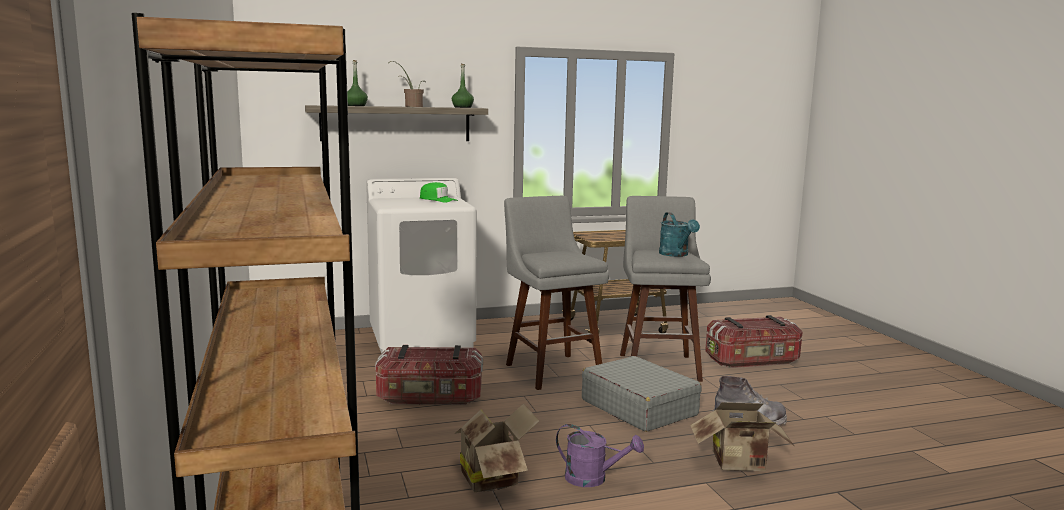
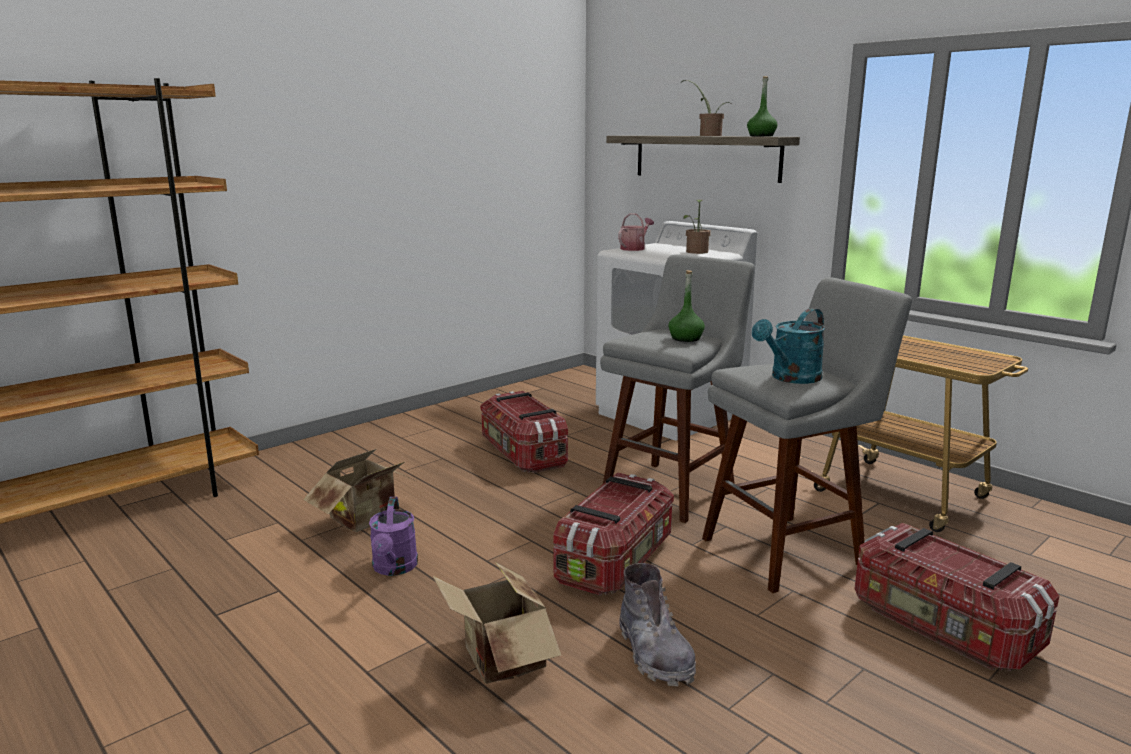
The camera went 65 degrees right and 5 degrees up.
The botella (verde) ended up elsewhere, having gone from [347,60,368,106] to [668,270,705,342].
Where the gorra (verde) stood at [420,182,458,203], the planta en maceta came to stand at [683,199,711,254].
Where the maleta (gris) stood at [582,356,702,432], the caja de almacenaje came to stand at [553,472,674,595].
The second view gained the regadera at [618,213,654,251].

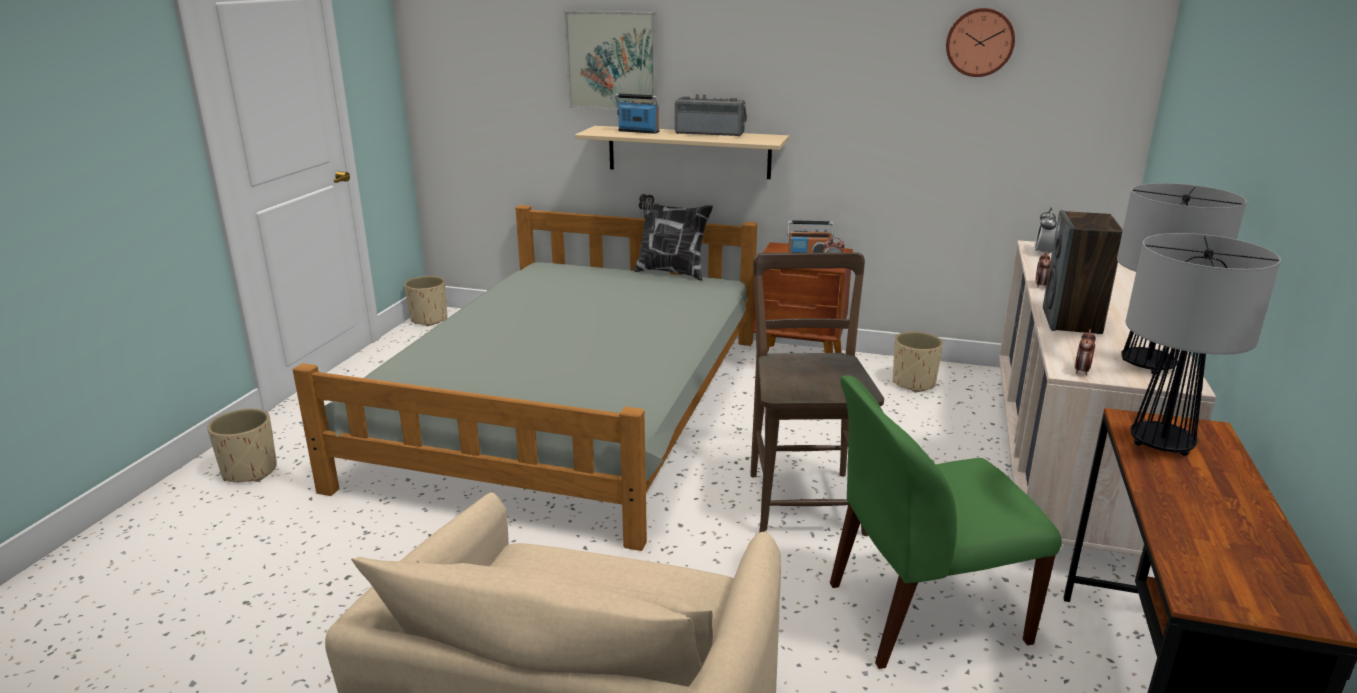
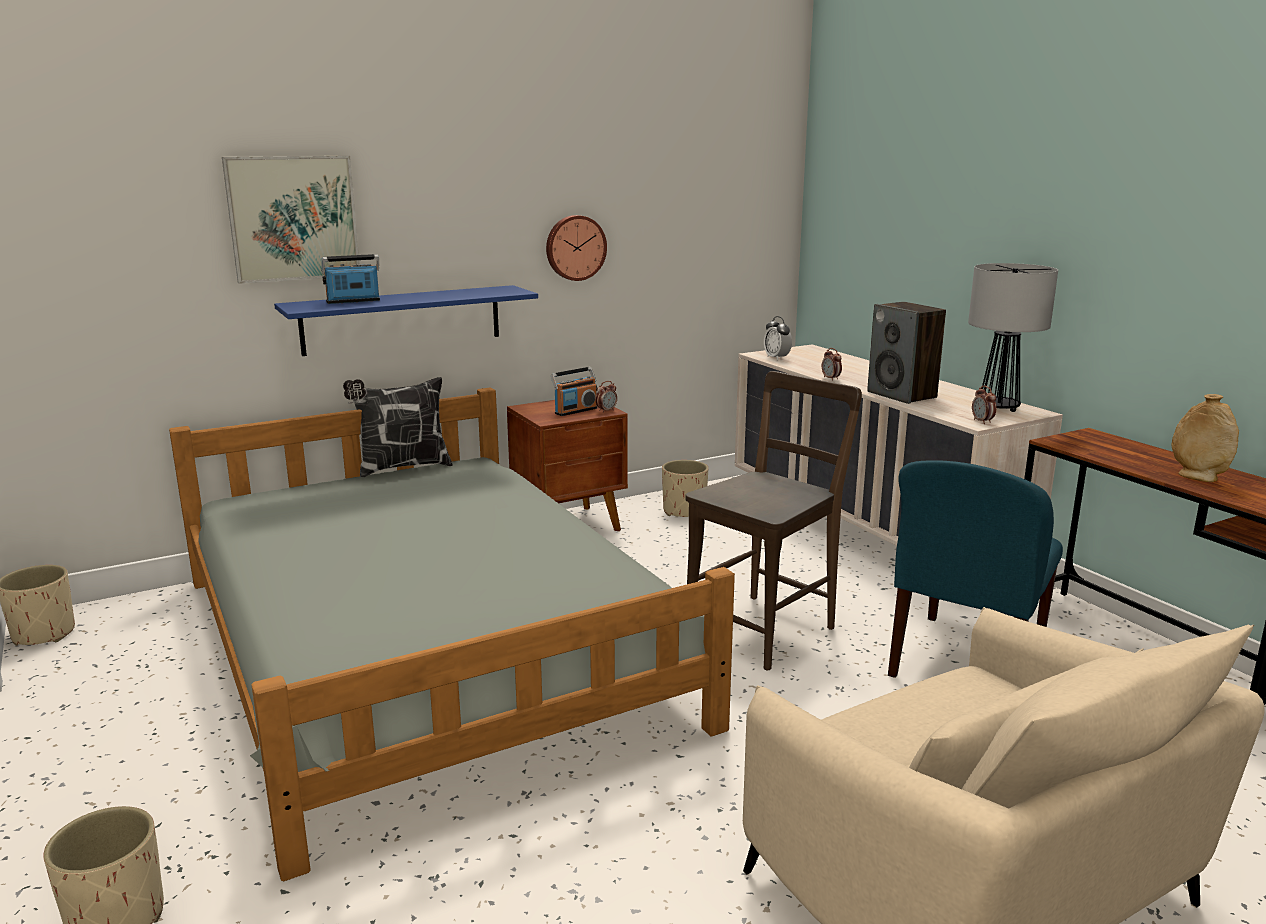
The camera went 45 degrees left and 5 degrees down.
What was the estante (beis) at [575,126,789,179] turned into the estante (azul) at [274,285,538,356].
The second view lost the radio at [675,94,747,137].
The silla (marrón) at [750,252,884,536] ended up facing another way, 90 degrees clockwise from before.
What was the silla (verde) at [830,375,1062,669] turned into the silla (azul) at [888,460,1063,678].
The reloj de pared ended up elsewhere, having gone from [946,8,1015,77] to [546,215,607,281].
The second view lost the lámpara de mesa at [1125,233,1281,456].
The second view gained the florero (beis) at [1171,394,1239,482].

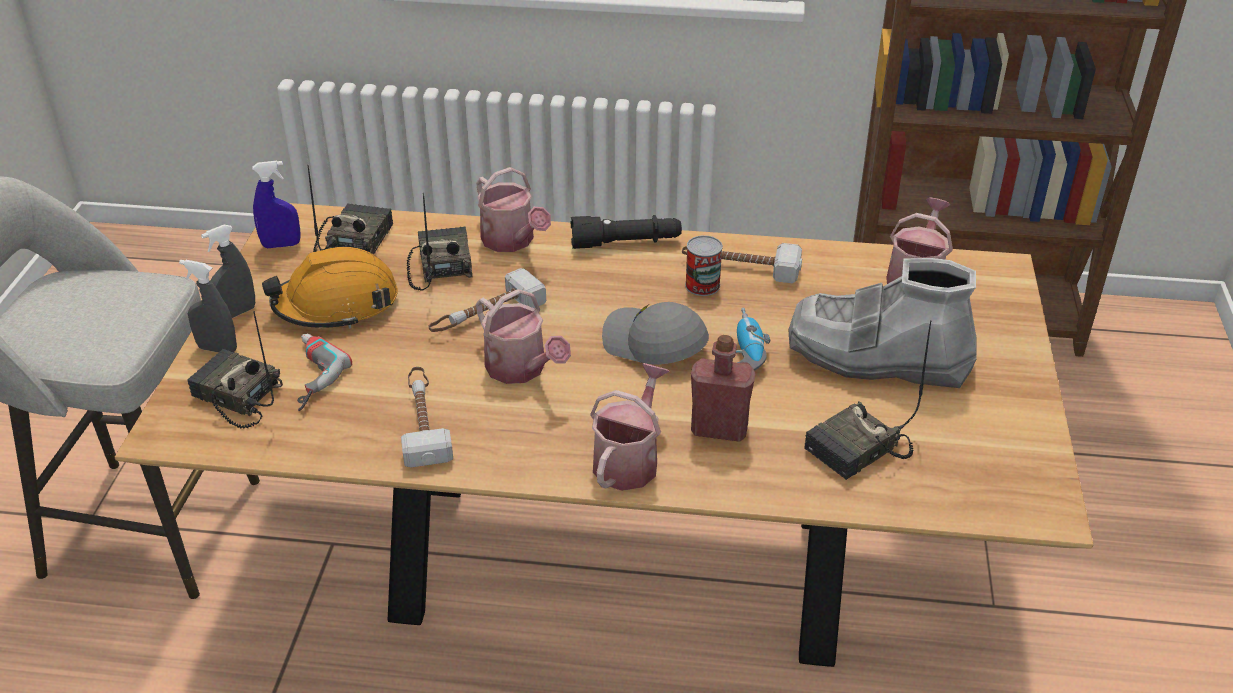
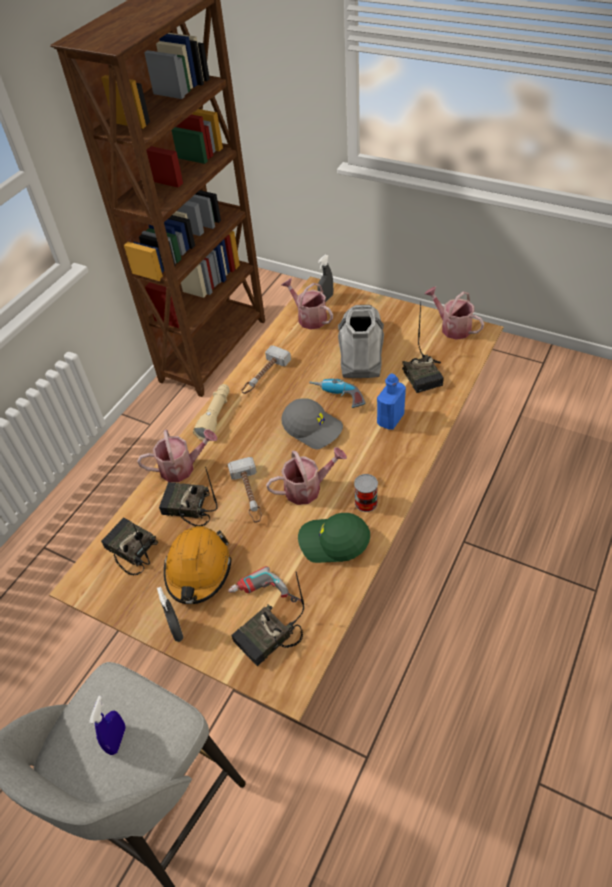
The camera went 65 degrees left and 10 degrees up.
The pulverizador (gris) ended up elsewhere, having gone from [179,260,237,352] to [317,255,333,302].
The pulverizador (azul) ended up elsewhere, having gone from [252,161,300,248] to [89,696,126,755].
Where the martillo stood at [401,367,453,468], the gorra (verde) came to stand at [298,513,370,563].
What was the linterna (negro) at [571,215,682,249] turned into the linterna (beis) at [193,384,230,440].
The regadera ended up elsewhere, having gone from [590,363,669,491] to [424,287,484,340].
The gorra (gris) at [602,302,709,364] ended up facing another way, 120 degrees counterclockwise from before.
The lata ended up elsewhere, having gone from [685,235,723,296] to [354,474,378,512].
What was the botella (rojo) at [691,335,755,442] turned into the botella (azul) at [377,373,406,430].
The bota (gris) at [788,258,977,388] ended up facing another way, 150 degrees clockwise from before.

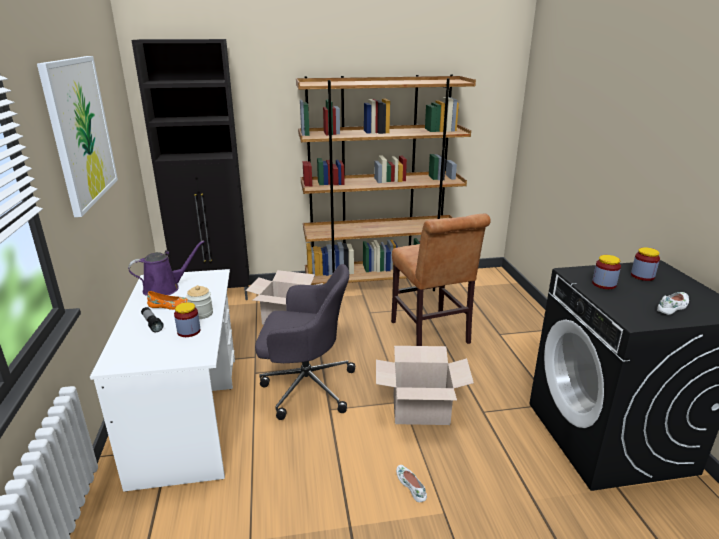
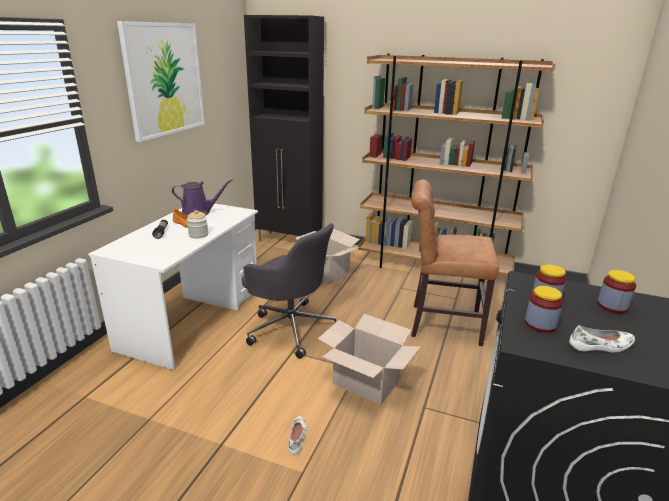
The camera went 30 degrees right and 0 degrees up.
The tarro ended up elsewhere, having gone from [174,302,201,337] to [525,286,563,333].
The silla (marrón) at [391,214,491,346] ended up facing another way, 90 degrees clockwise from before.

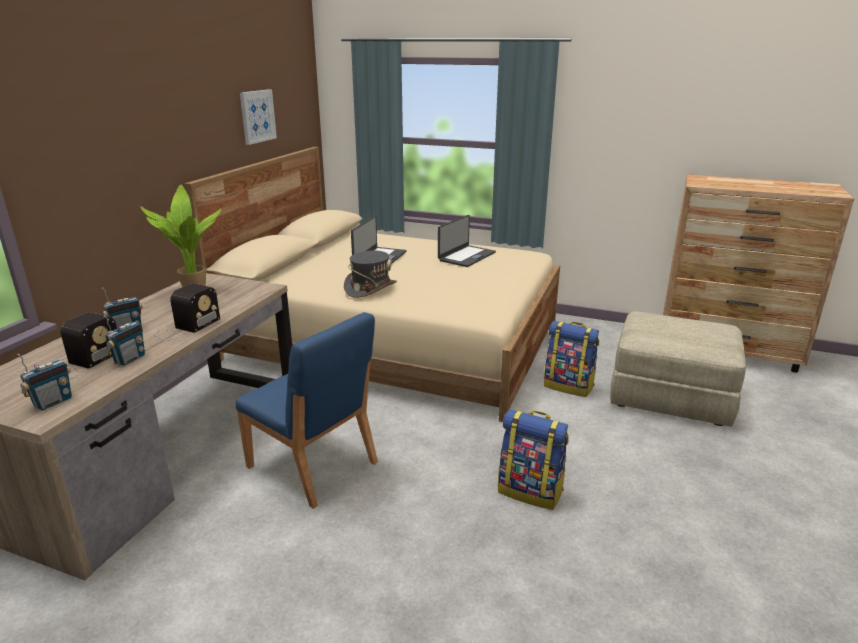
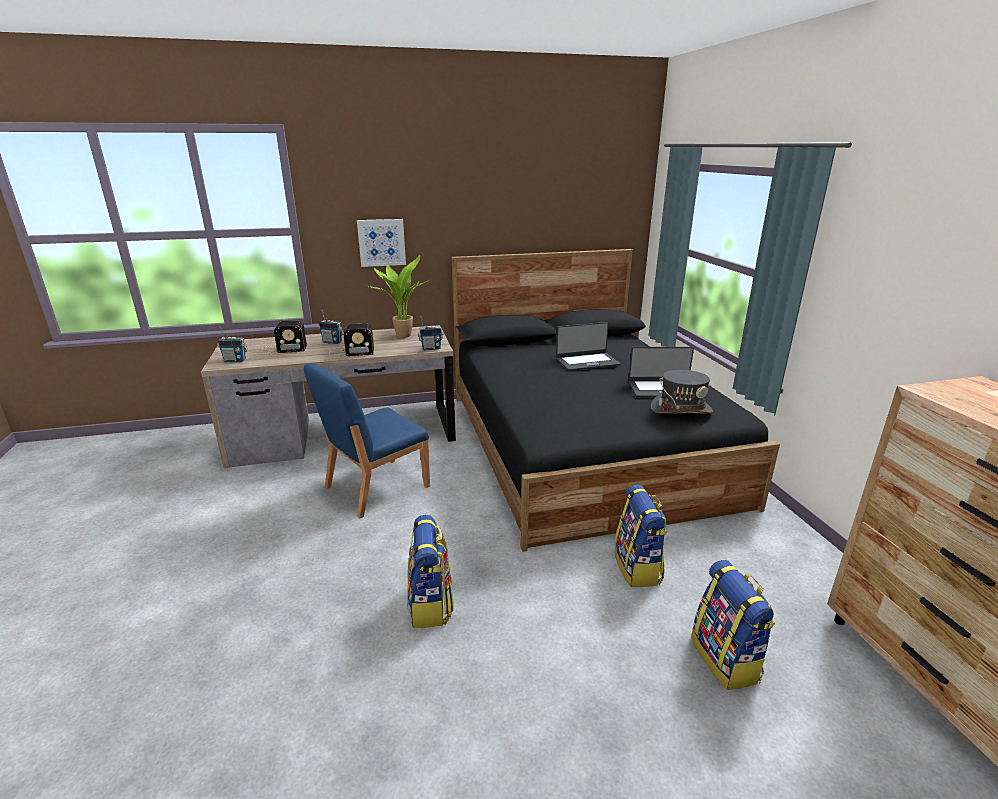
The camera went 55 degrees right and 0 degrees up.
The radio ended up elsewhere, having gone from [104,315,145,366] to [418,316,444,350].
What was the cama (beis) at [184,147,560,422] turned into the cama (negro) at [452,249,780,552].
The silla (azul) at [236,312,378,509] ended up facing another way, 45 degrees clockwise from before.
The cuadro ended up elsewhere, having gone from [240,89,277,145] to [357,219,406,267].
The sombrero (gris) ended up elsewhere, having gone from [344,250,397,298] to [650,370,714,414].
Where the puf (beis) stood at [610,312,746,427], the mochila came to stand at [691,560,775,690].

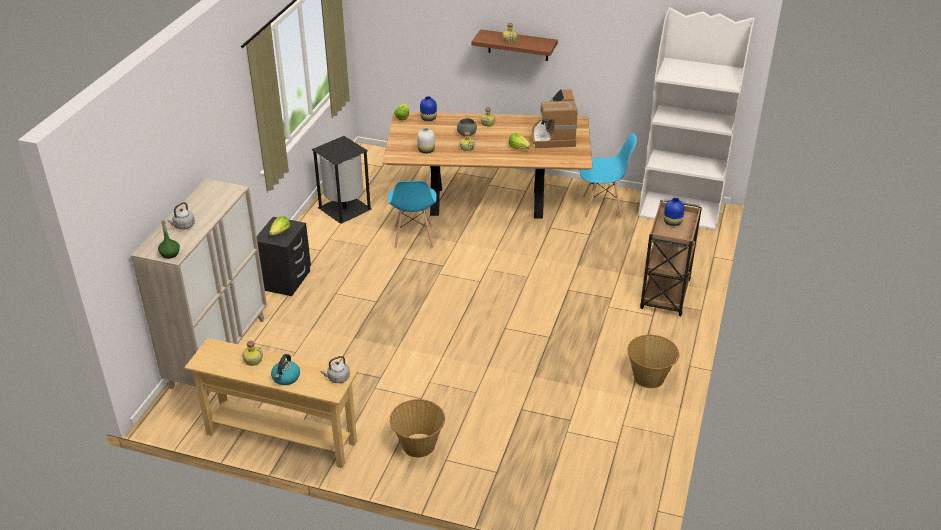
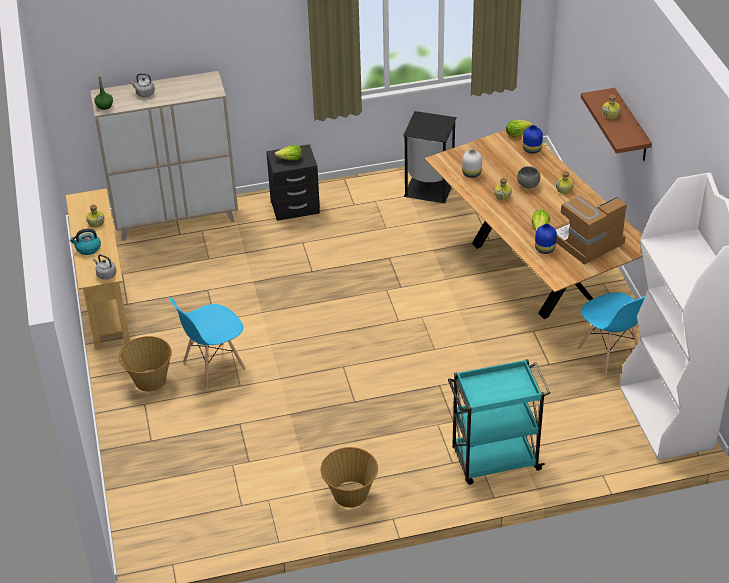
The camera went 60 degrees right and 5 degrees up.
The silla (azul) ended up elsewhere, having gone from [388,181,437,249] to [169,297,246,389].
What was the carrito (marrón) at [640,199,702,316] turned into the carrito (turquesa) at [448,359,550,485].
The florero (azul) ended up elsewhere, having gone from [664,198,685,226] to [535,224,557,254].

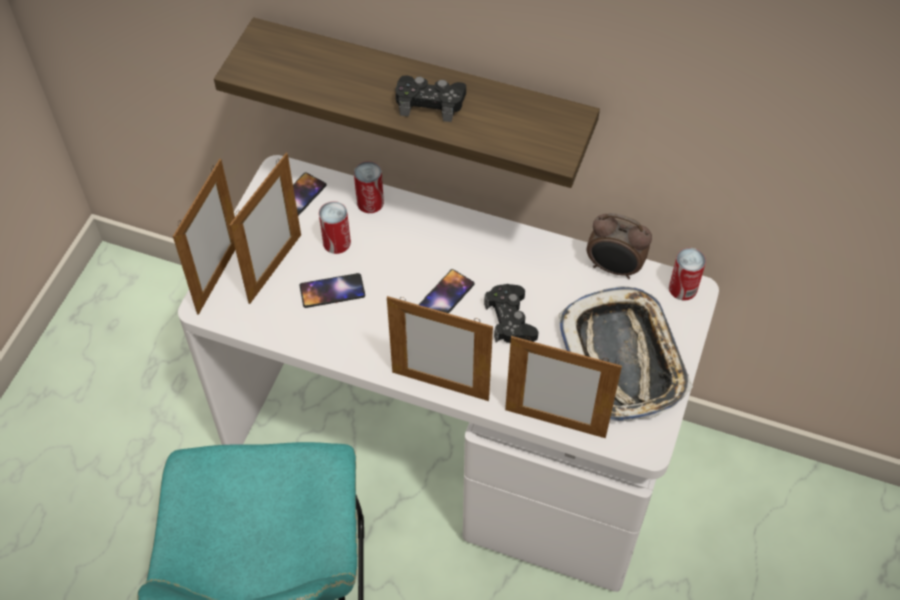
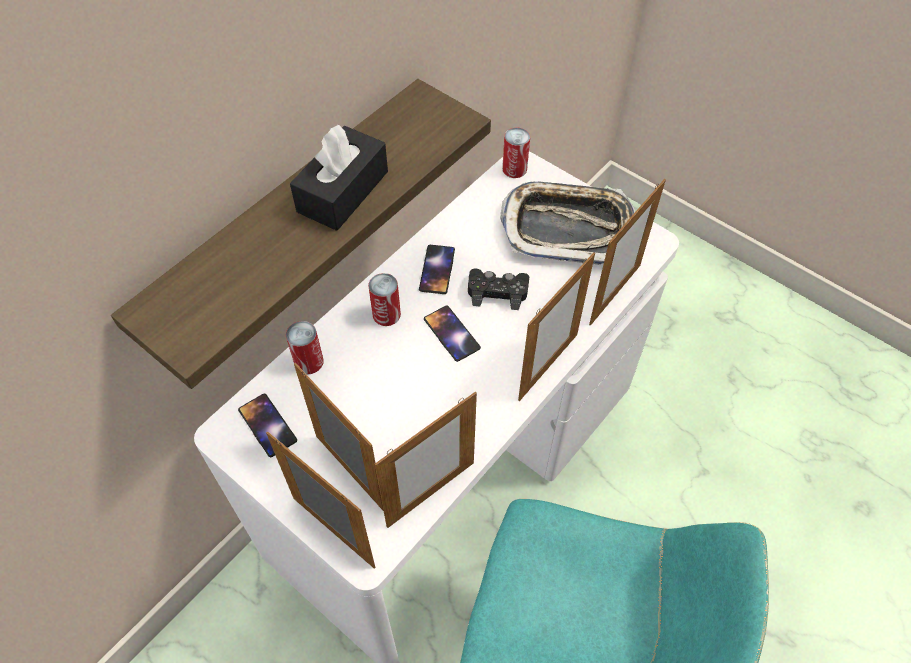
The camera went 70 degrees left and 0 degrees up.
The móvil ended up elsewhere, having gone from [300,273,365,308] to [419,245,455,294].
The lata ended up elsewhere, having gone from [319,201,351,254] to [368,273,401,326].
Where the mando de consola (negro) stood at [395,76,466,122], the caja de pañuelos (negro) came to stand at [290,124,388,231].
The second view lost the despertador at [587,213,652,279].
The second view gained the portarretratos at [375,392,477,528].

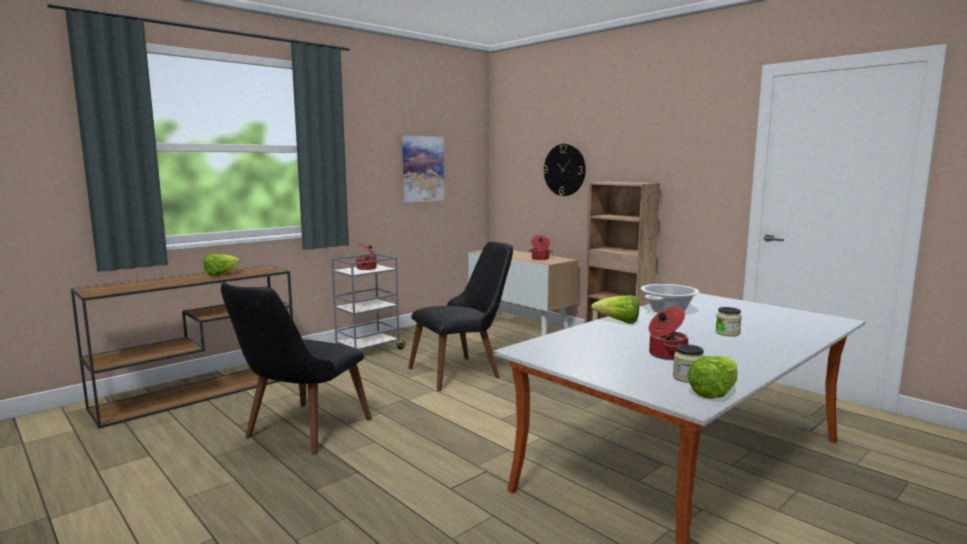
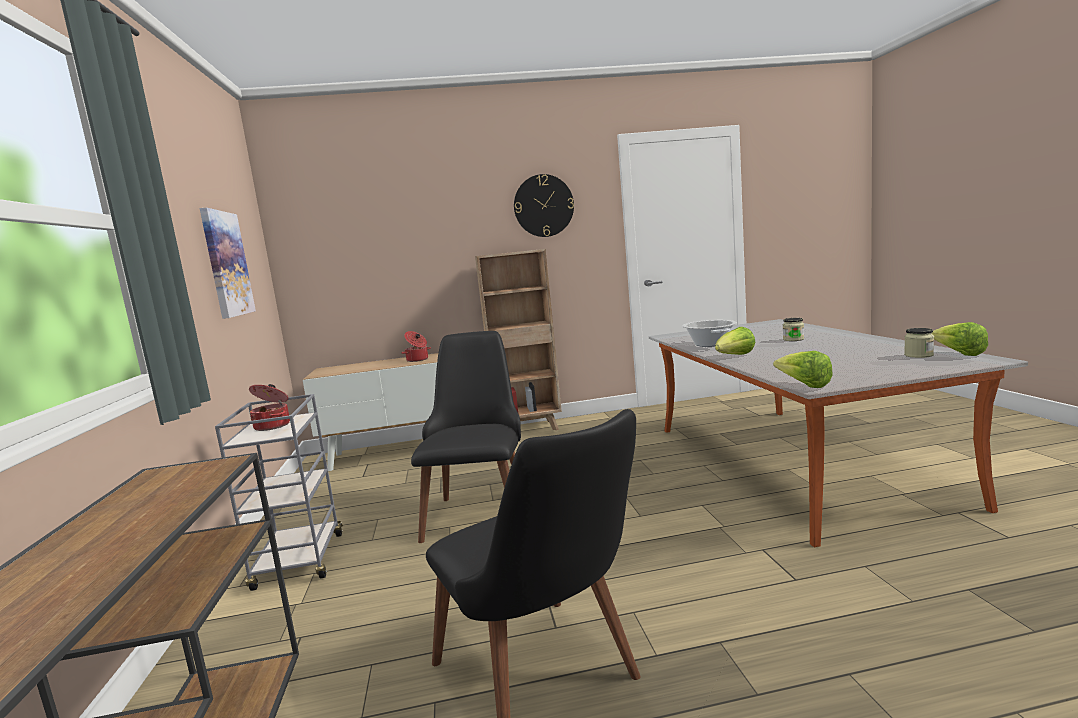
The camera went 55 degrees left and 0 degrees up.
The lechuga ended up elsewhere, having gone from [204,253,240,276] to [773,351,833,388].
The reloj de pared ended up elsewhere, having gone from [543,144,586,196] to [514,174,574,237].
The second view lost the olla at [649,306,689,360].

